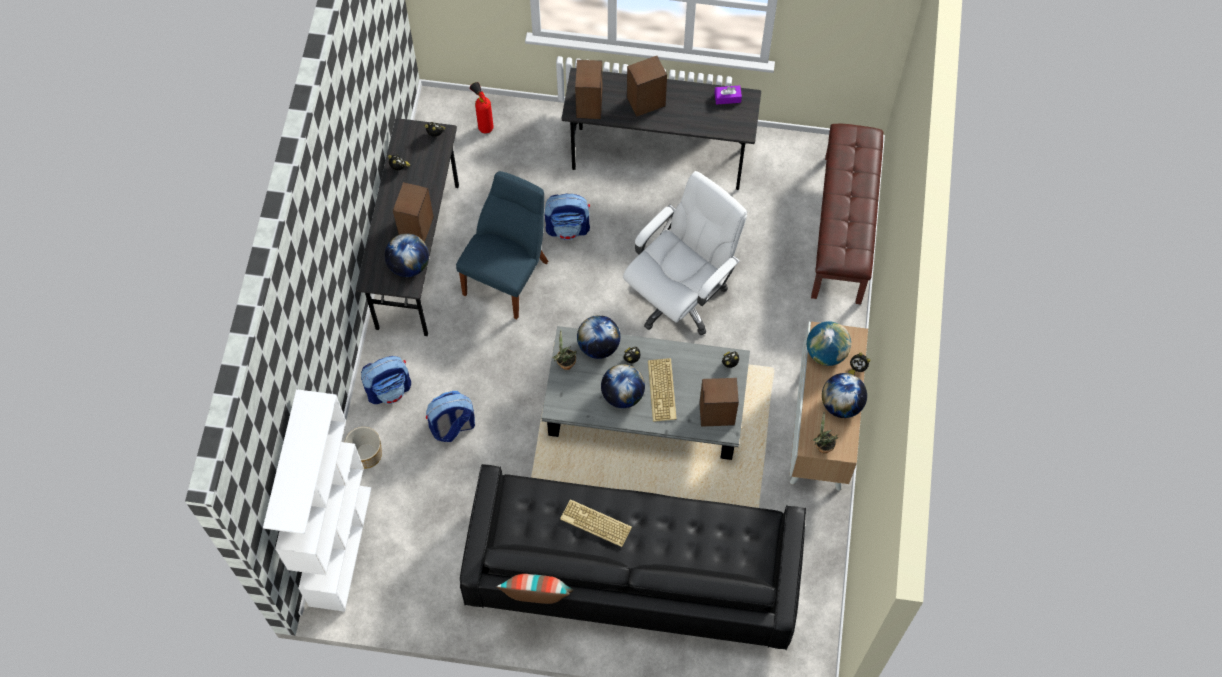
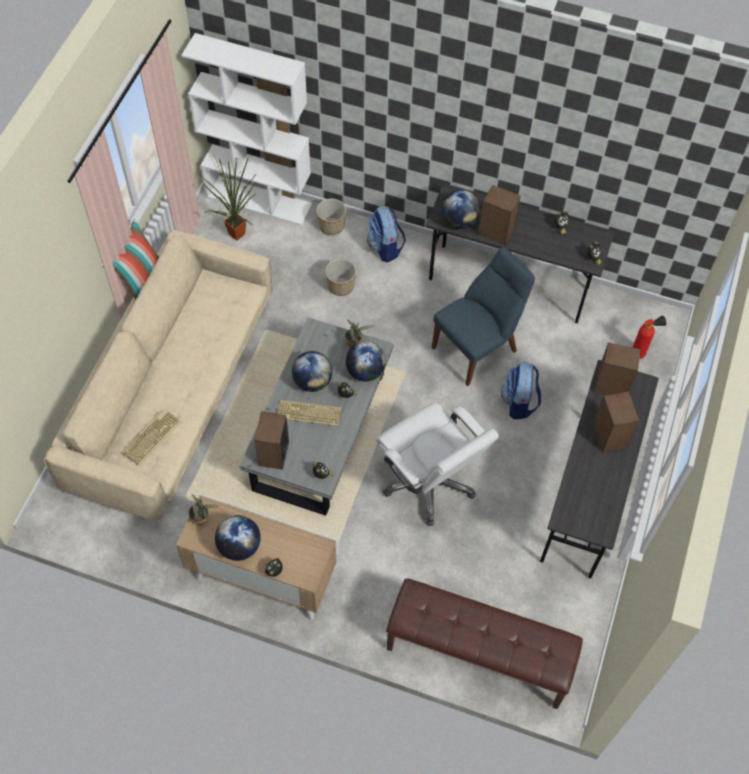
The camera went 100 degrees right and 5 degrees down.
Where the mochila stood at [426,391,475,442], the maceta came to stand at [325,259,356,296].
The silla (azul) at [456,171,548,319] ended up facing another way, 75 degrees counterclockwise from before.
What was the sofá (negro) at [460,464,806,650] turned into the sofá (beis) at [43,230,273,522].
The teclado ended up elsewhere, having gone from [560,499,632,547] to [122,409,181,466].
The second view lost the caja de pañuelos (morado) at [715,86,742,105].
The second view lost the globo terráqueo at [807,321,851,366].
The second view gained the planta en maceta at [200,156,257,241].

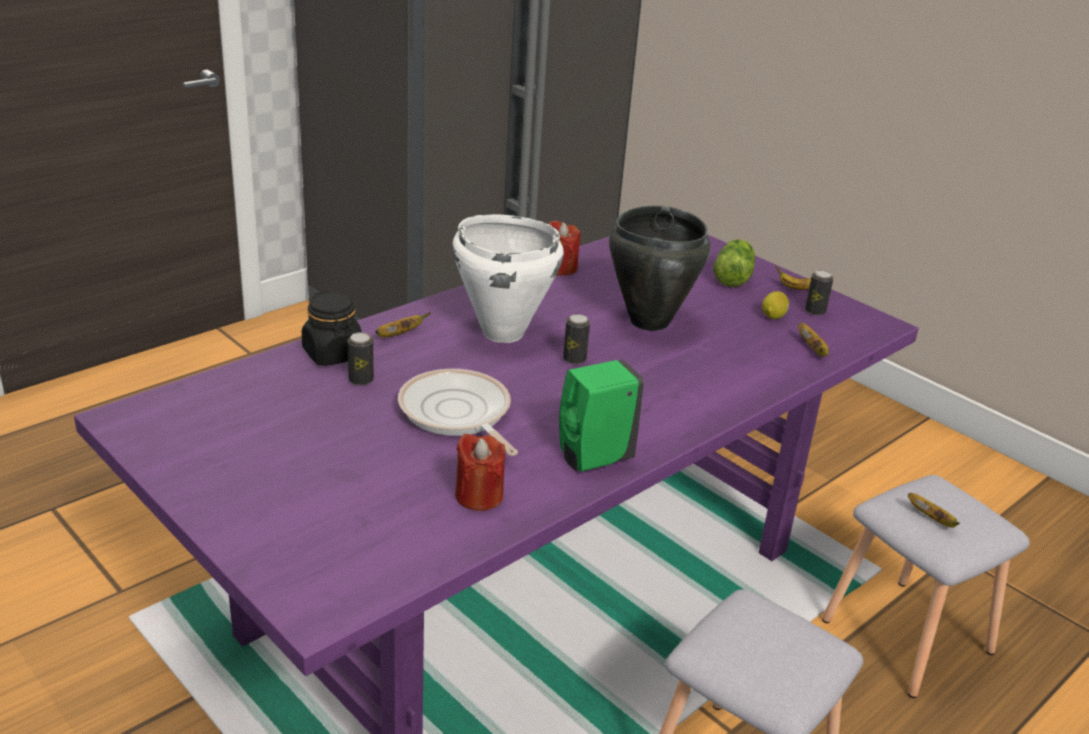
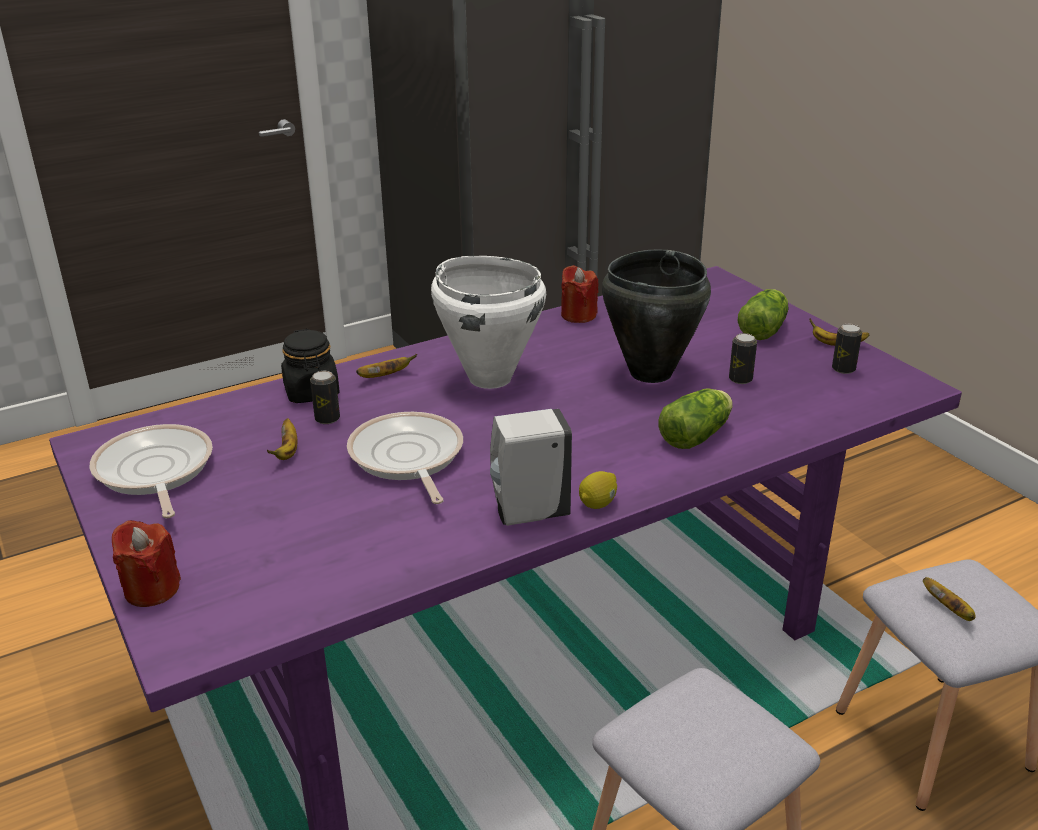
The camera went 15 degrees right and 0 degrees up.
The vela (rojo) ended up elsewhere, having gone from [455,434,505,511] to [112,520,181,607].
What was the dispensador de jabón (verde) at [559,360,644,472] turned into the dispensador de jabón (blanco) at [490,409,572,526].
The lata ended up elsewhere, having gone from [563,314,590,364] to [729,333,757,384].
The limón ended up elsewhere, having gone from [762,291,789,319] to [579,471,617,509].
The plátano ended up elsewhere, having gone from [798,323,829,357] to [267,418,297,460].
The second view gained the sartén at [90,424,213,518].
The second view gained the lechuga at [659,388,733,449].

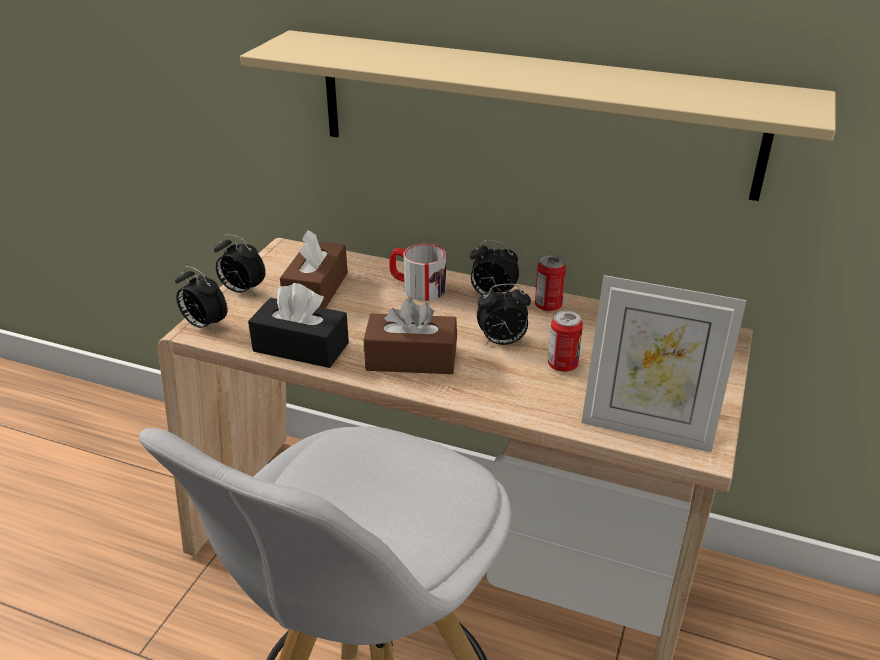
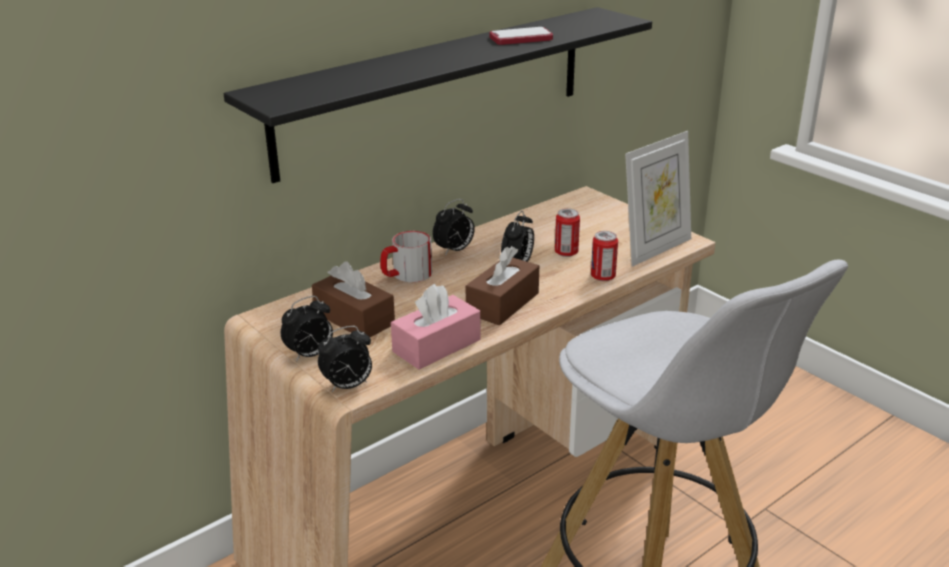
The camera went 60 degrees left and 5 degrees down.
What was the estante (beis) at [240,30,836,201] turned into the estante (negro) at [224,7,652,183].
What was the caja de pañuelos (negro) at [248,283,349,368] turned into the caja de pañuelos (rosa) at [391,284,480,369].
The lata ended up elsewhere, having gone from [535,255,566,311] to [591,231,618,281].
The second view gained the móvil at [490,27,553,45].

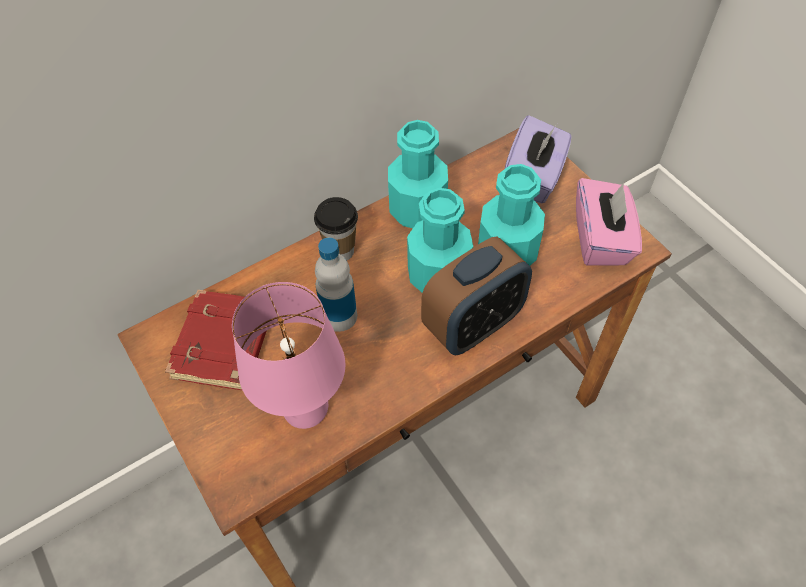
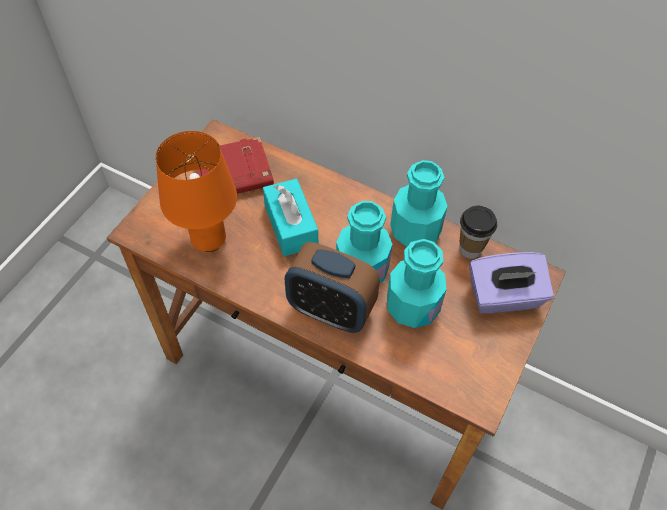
The camera went 60 degrees right and 0 degrees up.
What was the lámpara de mesa (rosa) at [232,282,345,429] turned into the lámpara de mesa (naranja) at [156,131,237,252].
The taza ended up elsewhere, having gone from [314,197,358,260] to [459,206,497,259].
Where the botella stood at [315,238,357,332], the caja de pañuelos (turquesa) came to stand at [263,178,318,256].
The second view lost the caja de pañuelos (rosa) at [576,178,642,265].

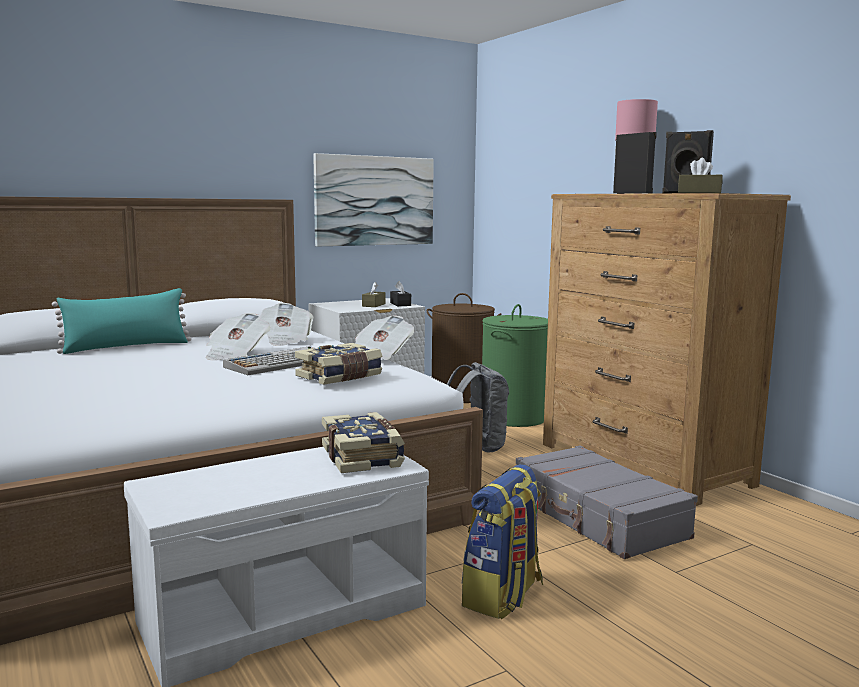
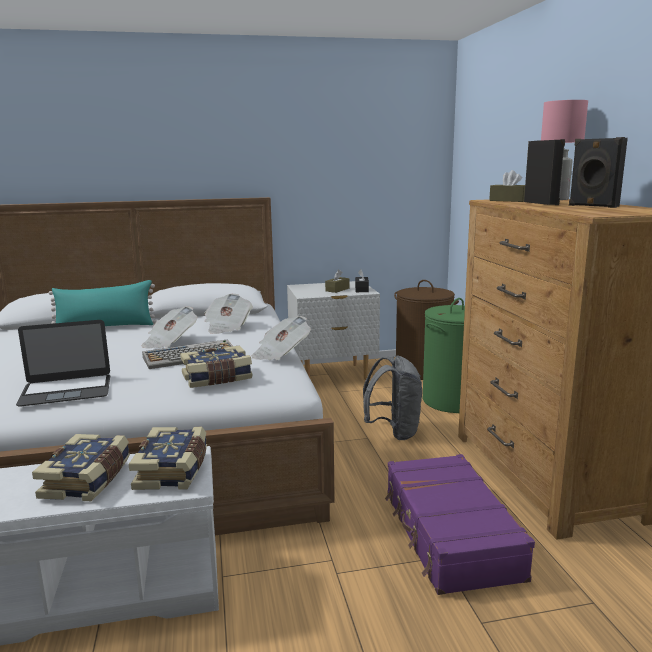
The camera went 20 degrees right and 5 degrees up.
The second view lost the cuadro at [313,153,434,247].
The second view lost the mochila at [462,464,543,620].
What was the maleta (gris) at [516,446,698,559] turned into the maleta (morado) at [385,454,535,595].
The caja de pañuelos (marrón) ended up elsewhere, having gone from [678,158,723,193] to [489,170,525,202].
The second view gained the portátil at [16,320,110,407].
The second view gained the libro at [32,434,130,501].

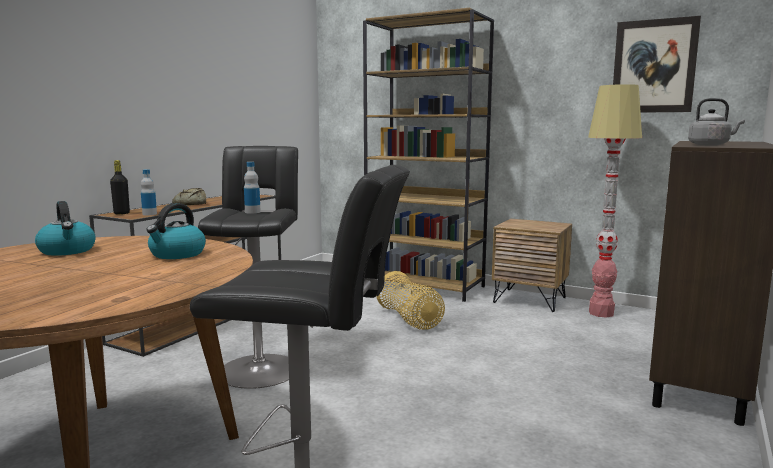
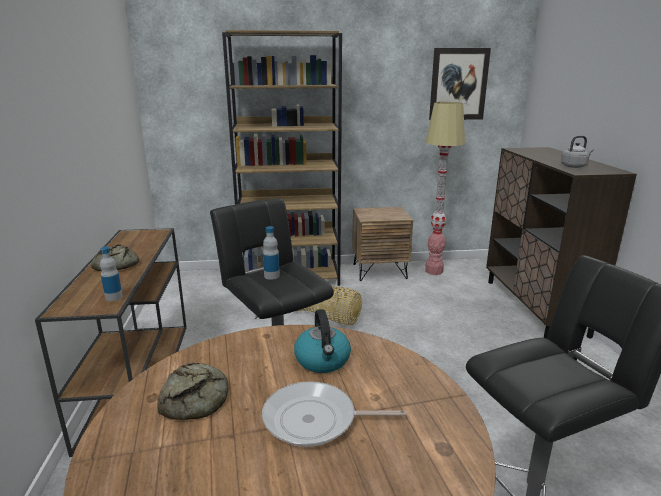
The camera went 35 degrees left and 10 degrees up.
Where the hervidor stood at [35,201,95,256], the pan came to stand at [157,363,228,420].
The second view lost the botella (negro) at [110,160,130,215].
The second view gained the sartén at [262,381,407,447].

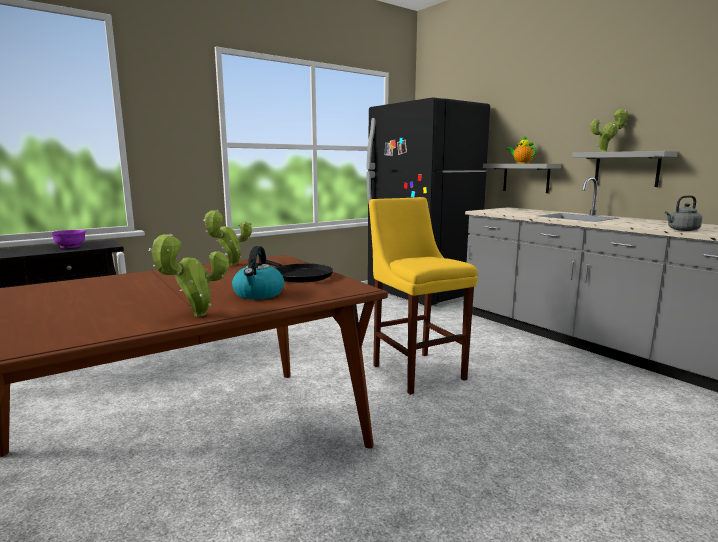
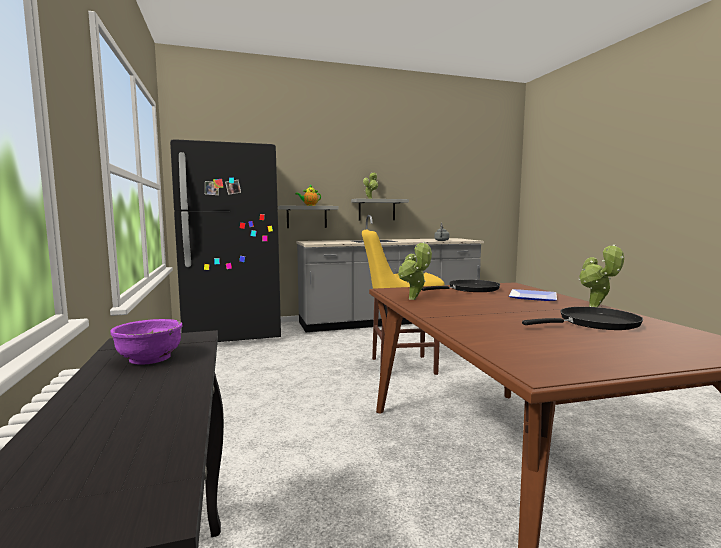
The camera went 70 degrees left and 5 degrees down.
Where the hervidor stood at [232,246,284,300], the plato came to stand at [509,289,557,301].
The second view gained the sartén (negro) at [522,307,643,330].

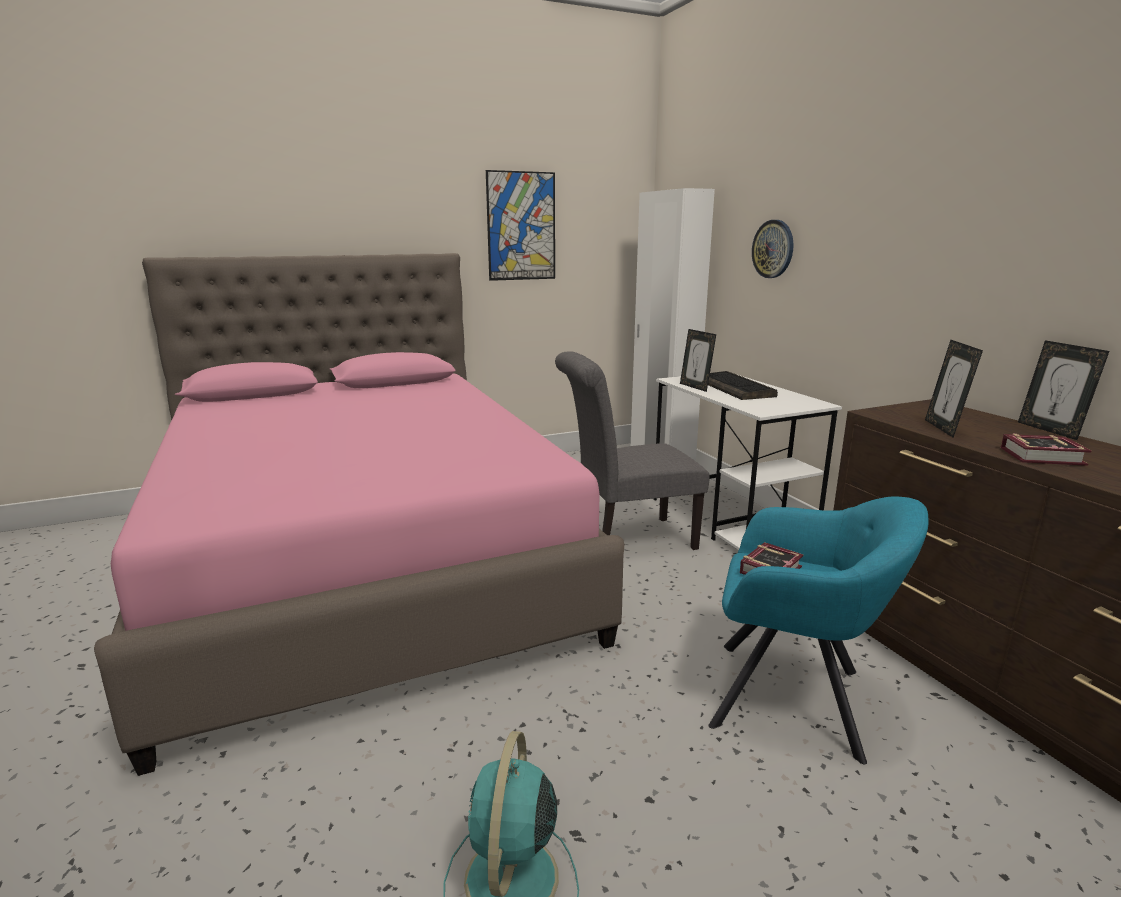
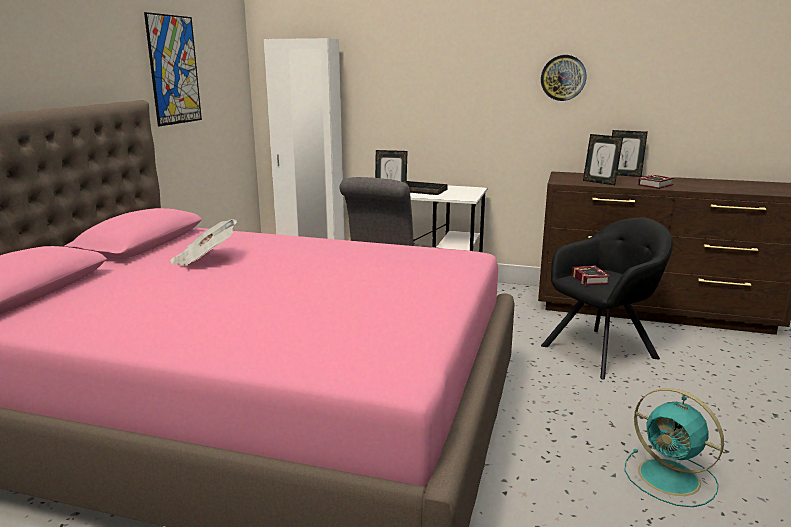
The camera went 50 degrees left and 0 degrees up.
What was the sillón (turquesa) at [709,497,928,765] turned into the sillón (negro) at [541,217,673,380].
The reloj de pared ended up elsewhere, having gone from [752,220,794,278] to [541,55,586,101].
The second view gained the periódico at [170,219,237,267].

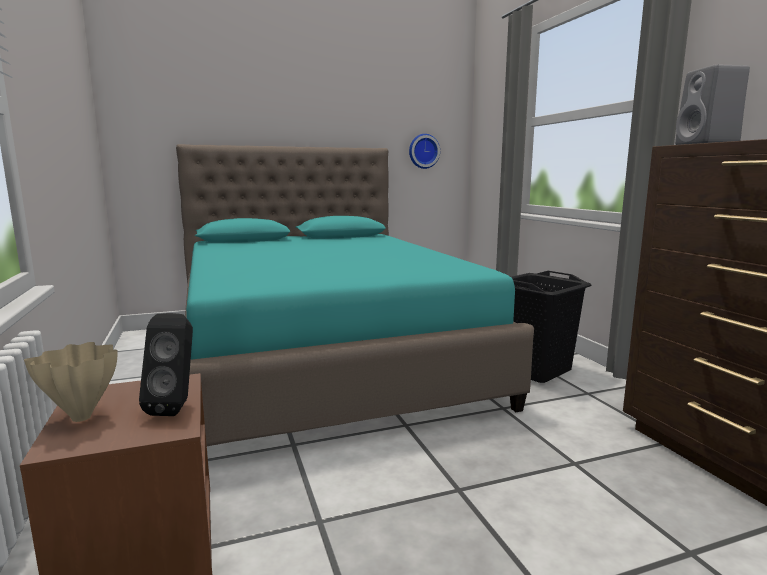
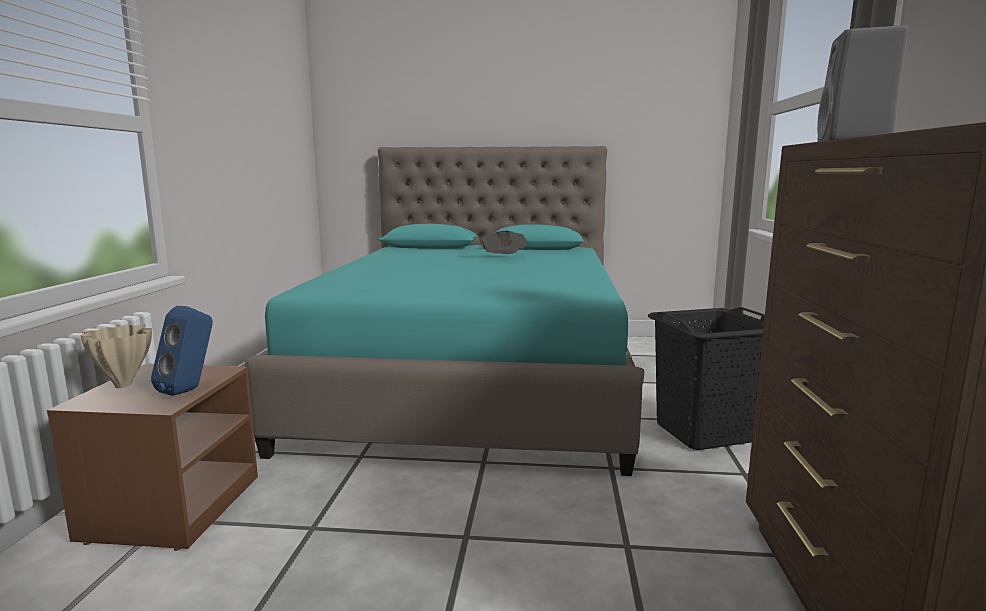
The camera went 25 degrees right and 0 degrees up.
What was the altavoz (negro) at [139,313,193,416] turned into the altavoz (azul) at [151,306,213,396].
The second view lost the reloj de pared at [409,134,440,169].
The second view gained the periódico at [479,231,529,254].

